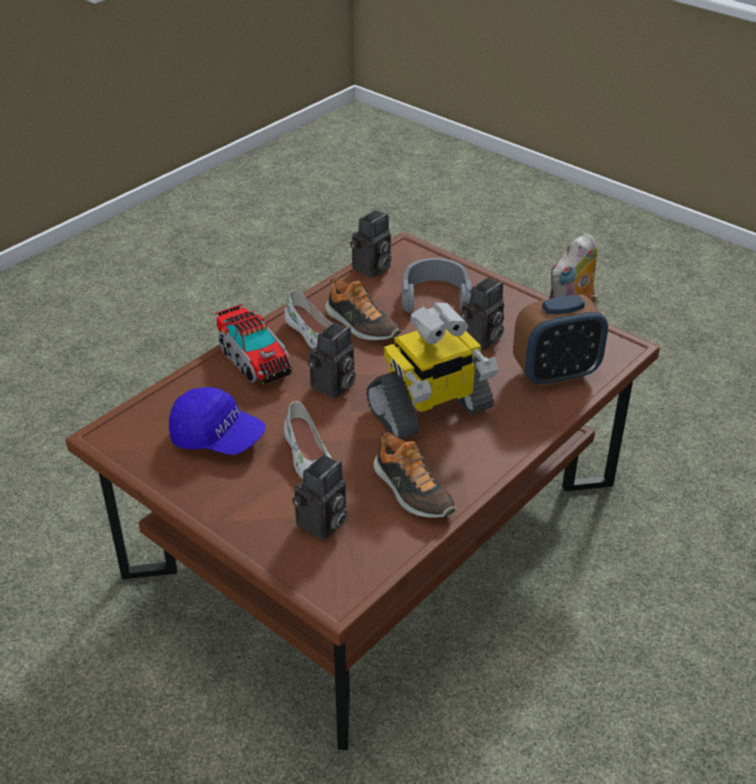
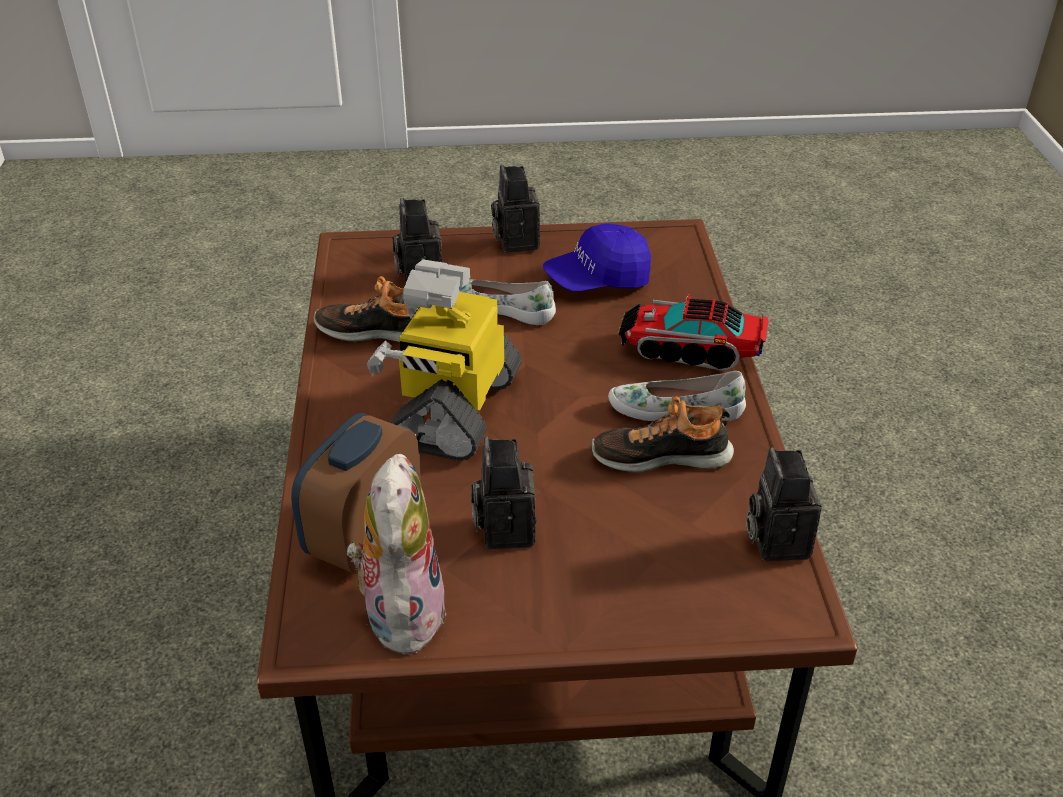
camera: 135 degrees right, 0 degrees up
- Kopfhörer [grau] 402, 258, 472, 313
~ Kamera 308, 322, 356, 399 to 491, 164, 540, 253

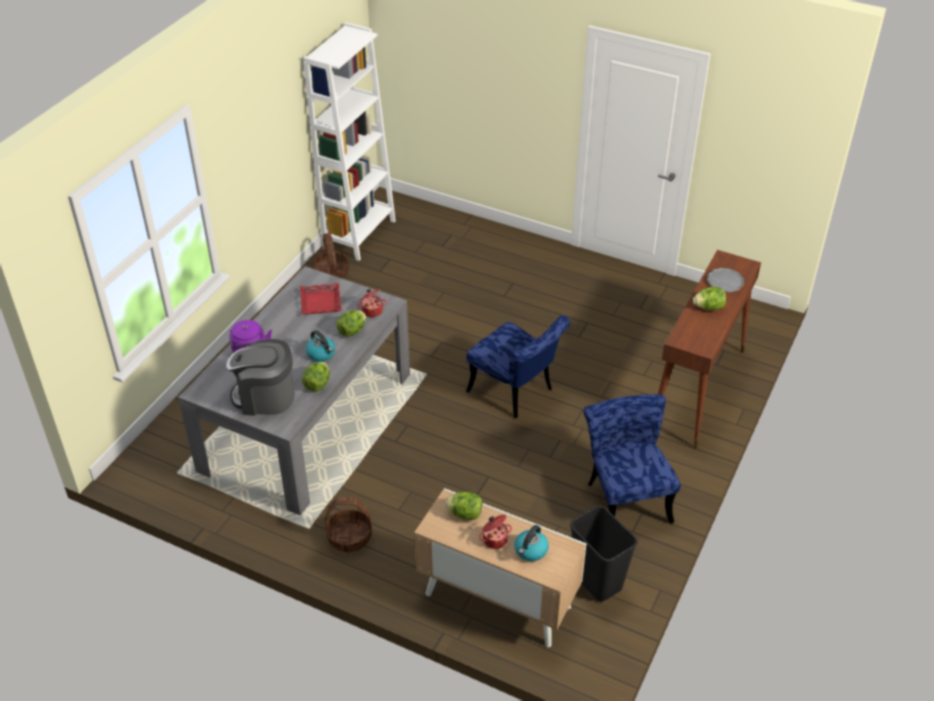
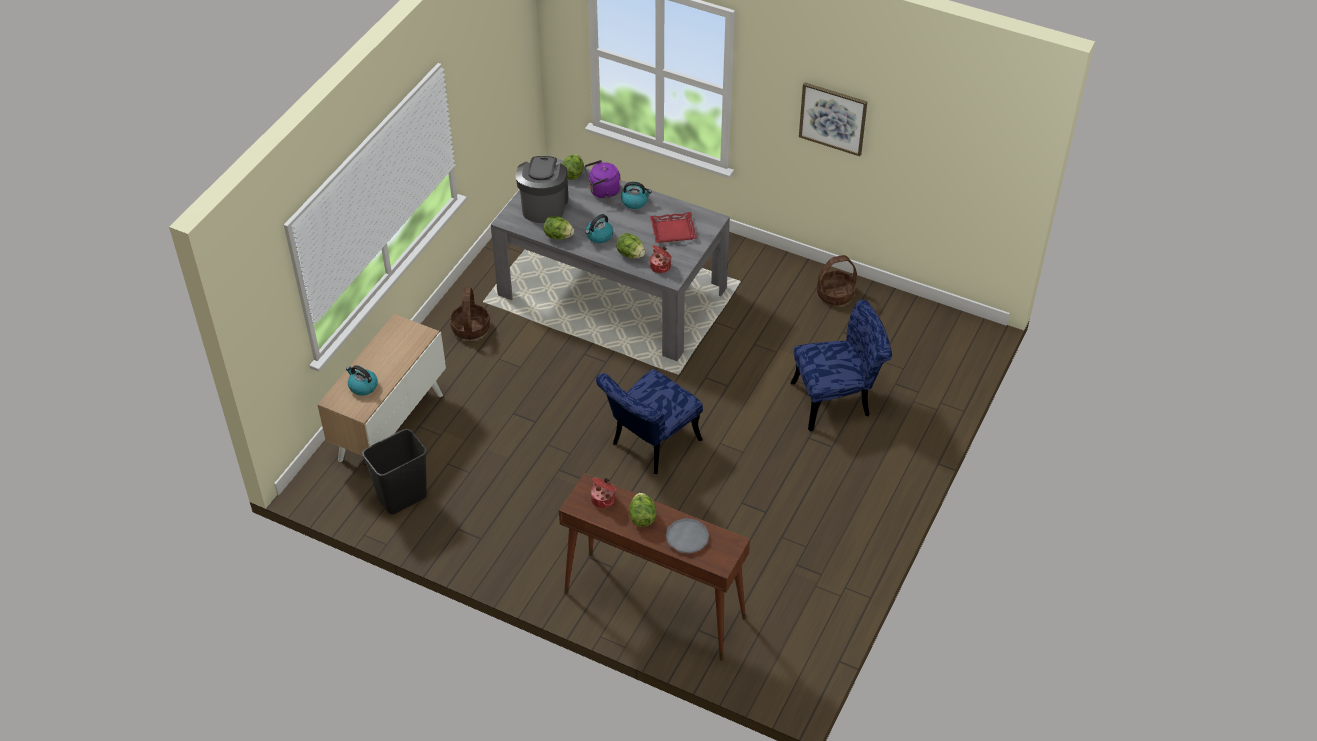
camera: 90 degrees right, 5 degrees up
- Bücherregal [weiß] 303, 22, 396, 261
+ Wasserkessel 621, 182, 652, 209
+ Bild 799, 82, 867, 156
~ Salatkopf 445, 492, 482, 520 to 562, 154, 584, 180
~ Kochtopf 479, 515, 512, 549 to 591, 478, 616, 508
~ Stuhl [blau] 583, 394, 681, 524 to 791, 300, 892, 432

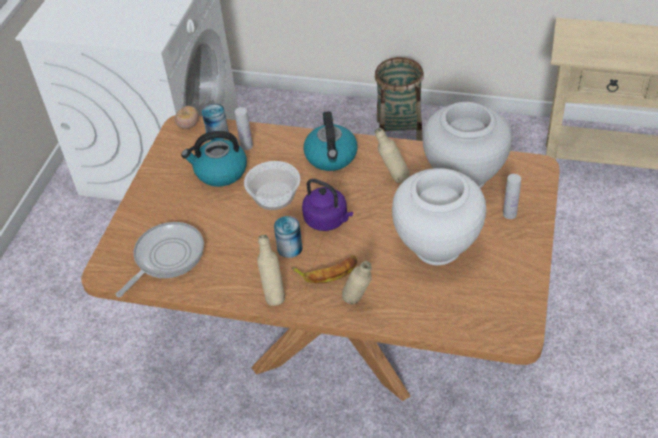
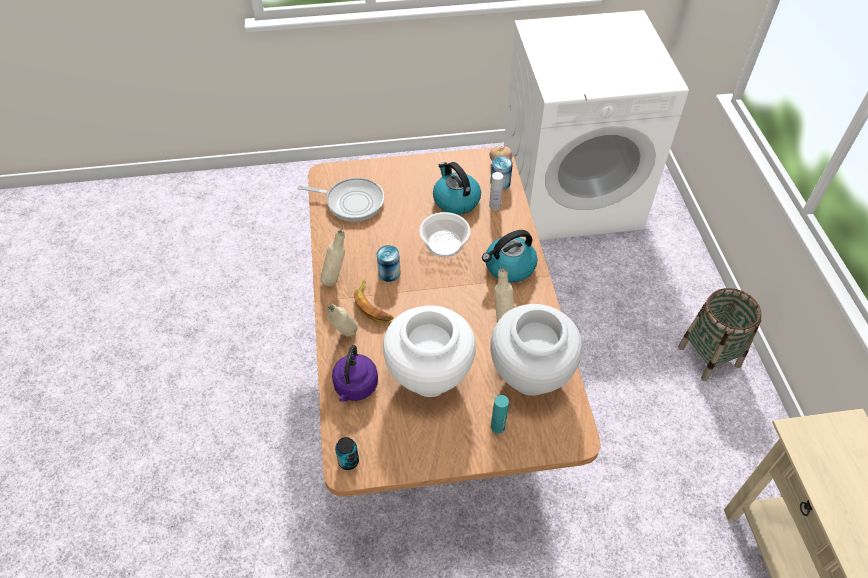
camera: 65 degrees right, 5 degrees up
+ Dose 335, 437, 359, 470
~ Wasserkessel [lila] 302, 179, 353, 231 to 332, 345, 378, 402
~ Flasche [weiß] 503, 174, 521, 219 to Flasche [türkis] 491, 395, 509, 434

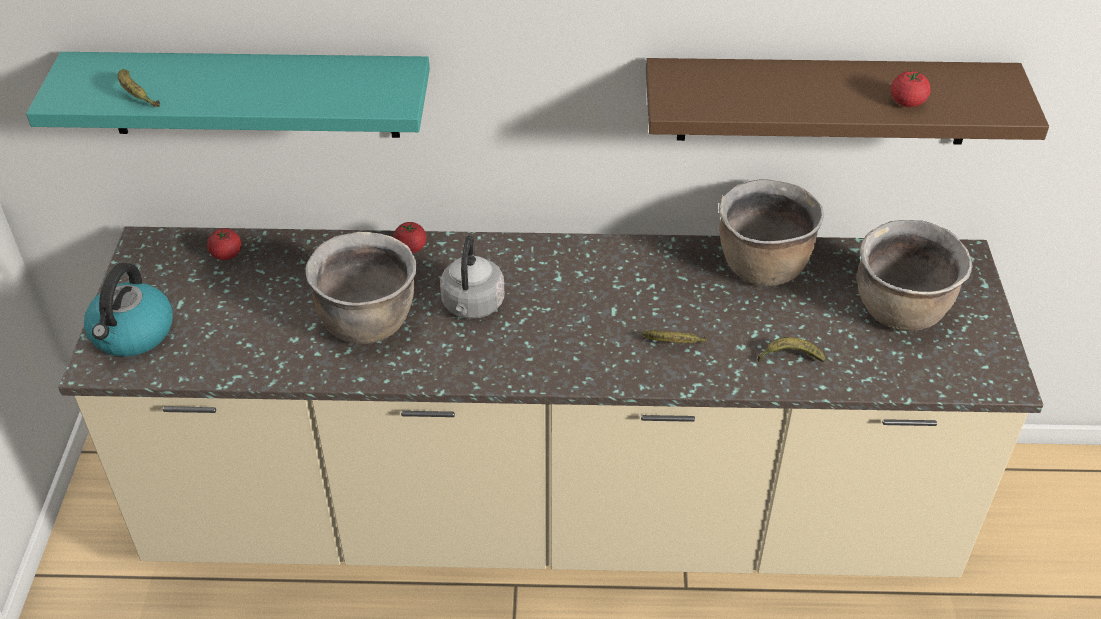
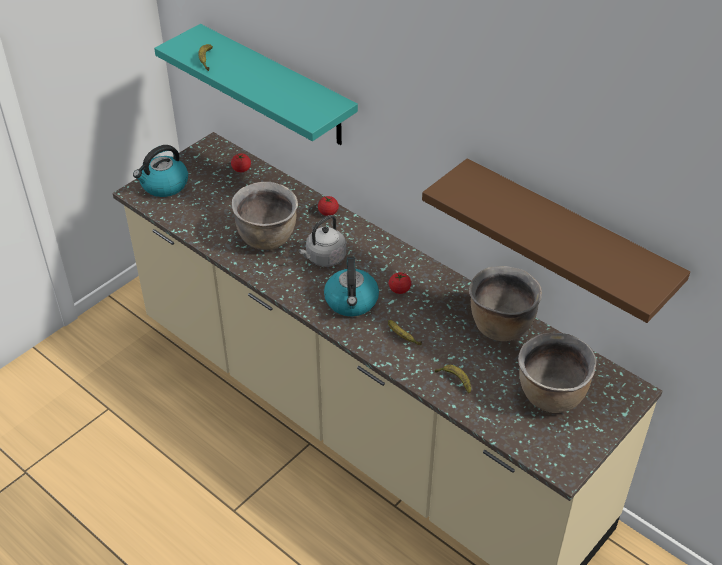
camera: 40 degrees right, 0 degrees up
+ Wasserkessel 324, 256, 379, 316
~ Tomate 891, 70, 931, 107 to 389, 272, 411, 294

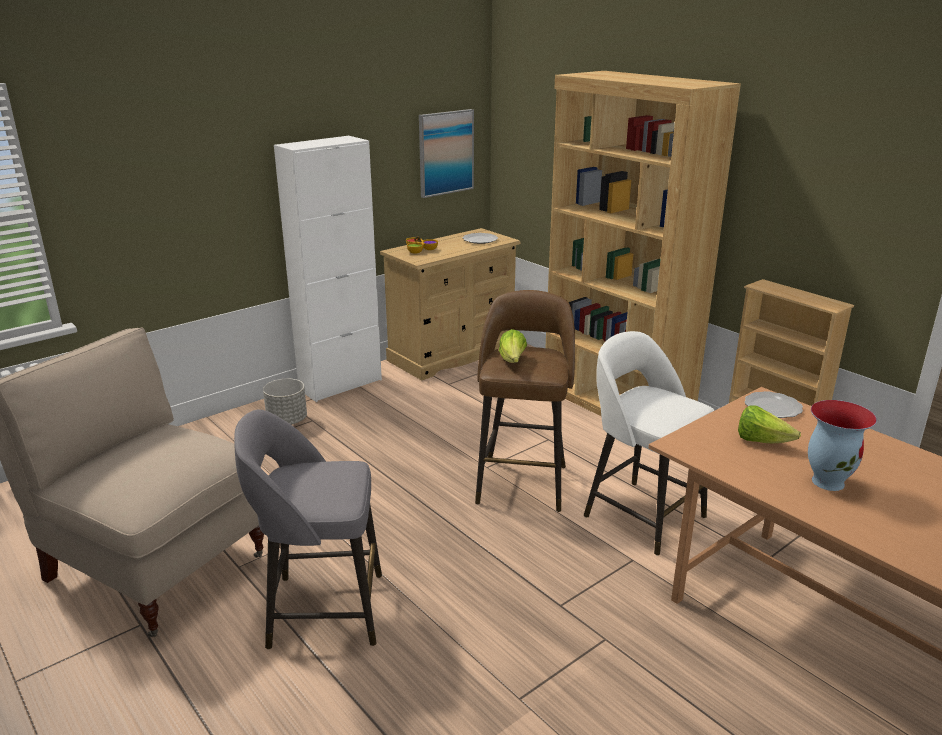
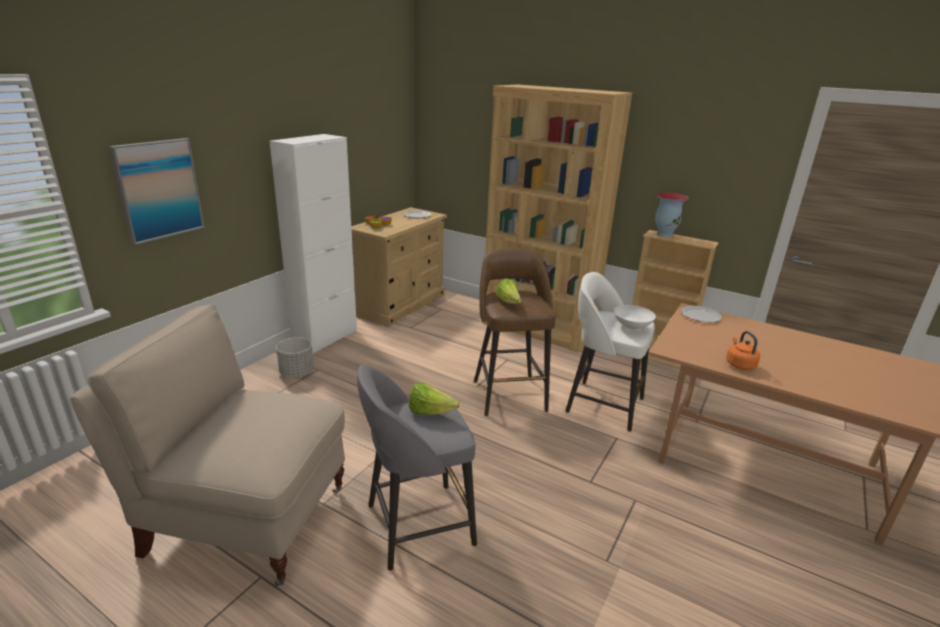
camera: 20 degrees left, 0 degrees up
+ Schüssel [weiß] 614, 305, 656, 330
+ Wasserkessel [orange] 726, 331, 760, 370
~ Bild 419, 109, 474, 198 to 109, 138, 205, 245
~ Salatkopf 738, 406, 801, 443 to 409, 382, 460, 415
~ Vase 808, 400, 877, 491 to 655, 193, 688, 237

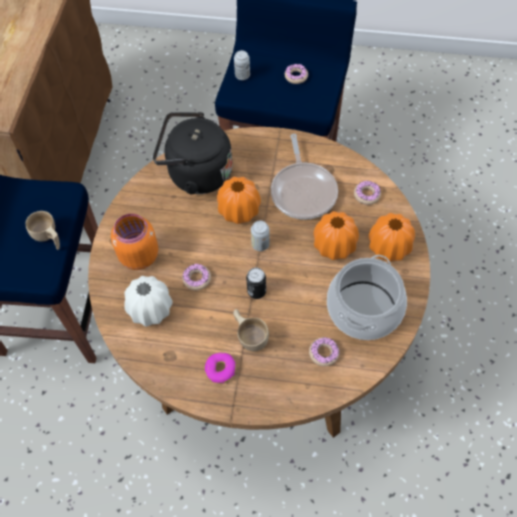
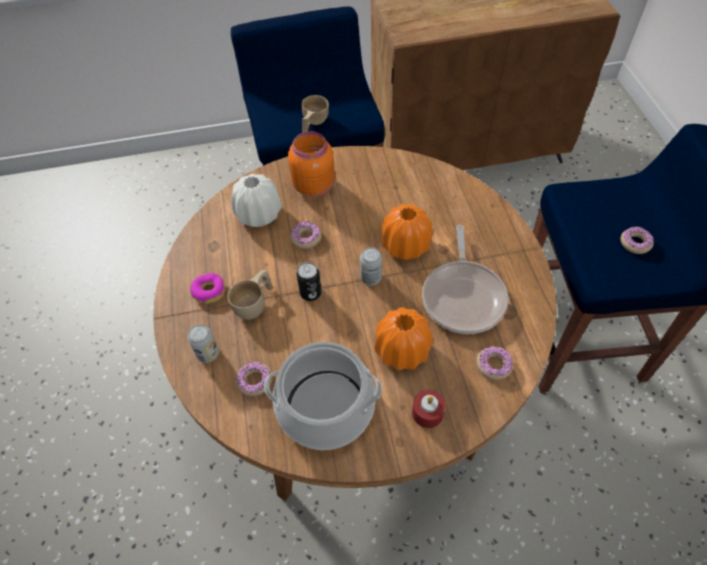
camera: 70 degrees right, 5 degrees down
- Wasserkessel [schwarz] 153, 112, 232, 194
~ Dose 234, 50, 250, 80 to 188, 325, 219, 363
~ Vase [orange] 369, 213, 415, 262 to Kerze [rot] 412, 390, 446, 428
~ Pfanne 271, 134, 338, 220 = 422, 225, 509, 334 60 degrees counterclockwise

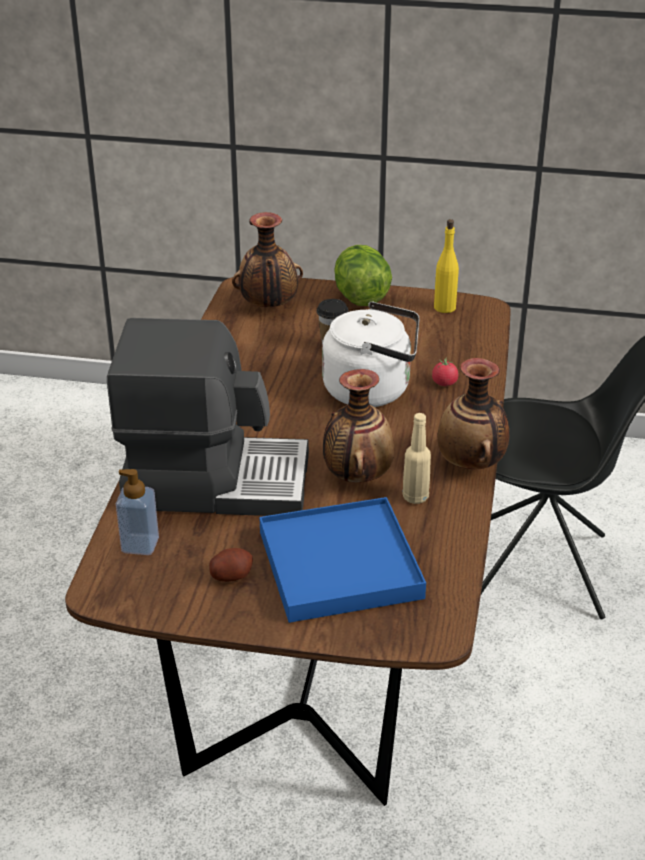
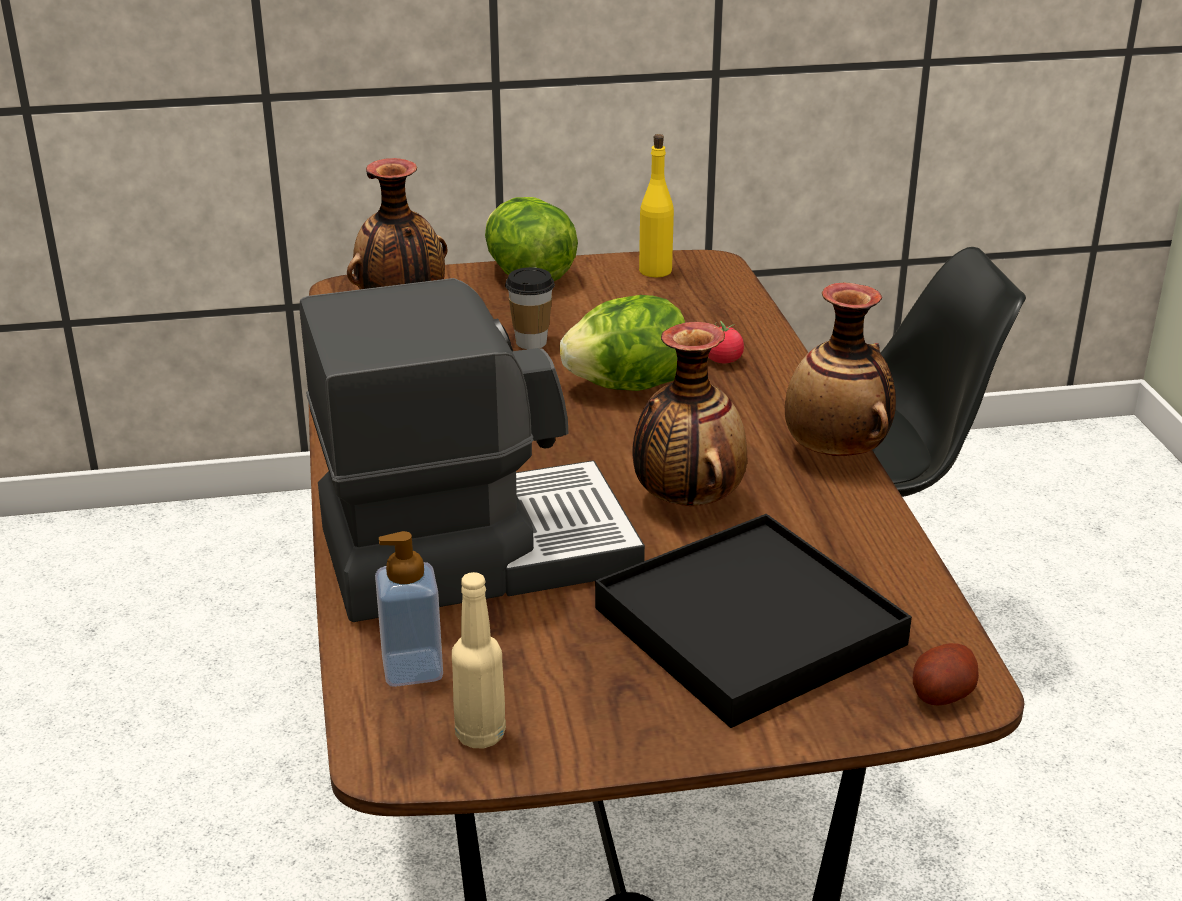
camera: 20 degrees left, 5 degrees down
~ Kartoffel 209, 548, 253, 582 to 913, 643, 979, 706
~ Flasche [beige] 402, 413, 431, 504 to 452, 572, 506, 748
~ Wasserkessel [weiß] 322, 302, 419, 407 to Salatkopf 560, 295, 685, 391
~ Tablett [blau] 259, 497, 426, 623 to Tablett [schwarz] 595, 514, 912, 728

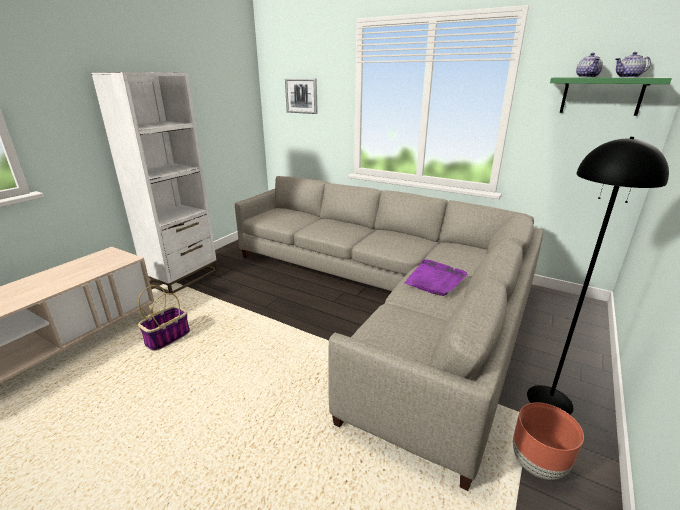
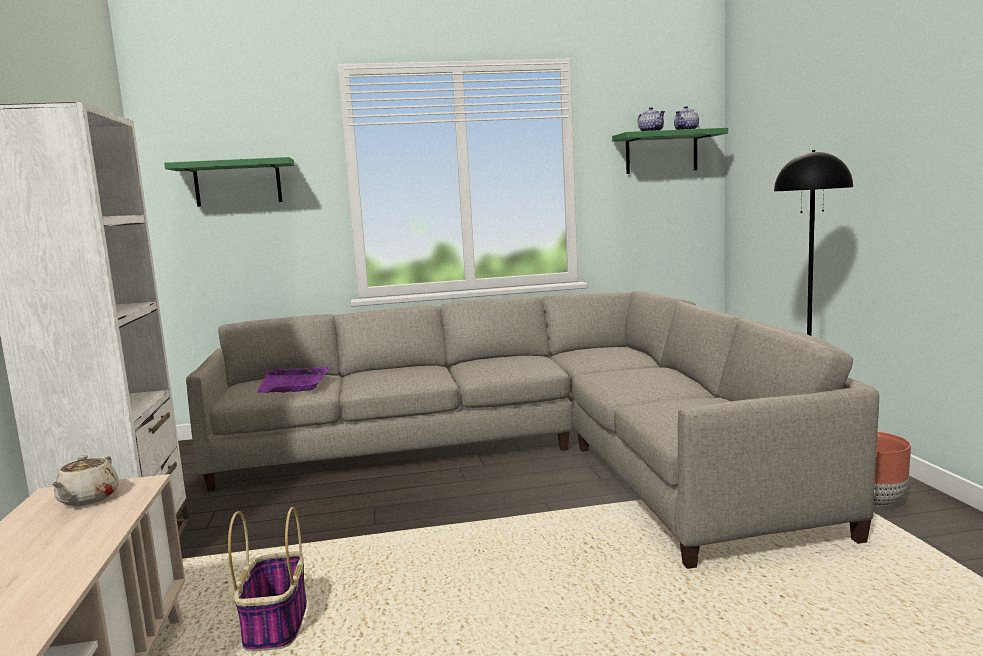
camera: 40 degrees left, 15 degrees down
+ Teekanne [beige] 51, 455, 119, 506
~ Tablett [lila] 405, 259, 468, 296 to 257, 366, 329, 393
~ Bild 285, 78, 318, 114 to Wandregal [grün] 164, 157, 294, 207

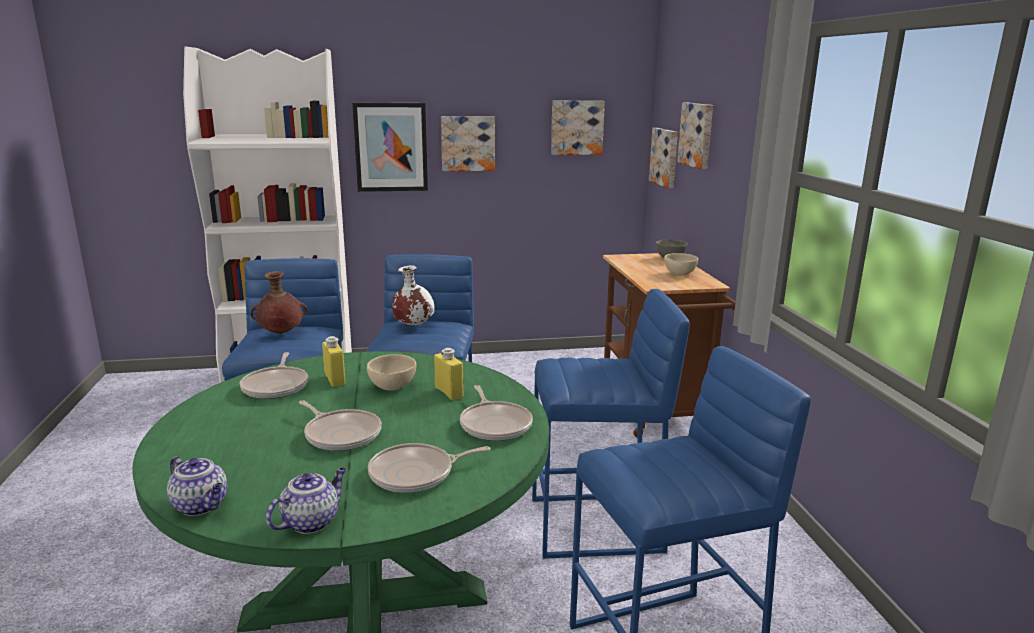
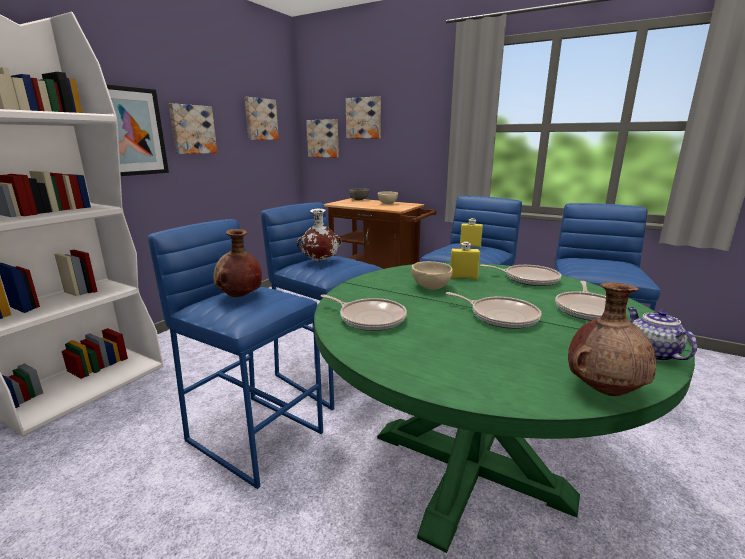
camera: 50 degrees left, 0 degrees up
~ Flasche [gelb] 322, 336, 346, 387 to 460, 218, 483, 247
~ Teekanne 167, 456, 227, 516 to Vase [braun] 568, 282, 656, 396
~ Pfanne 299, 400, 382, 451 = 446, 292, 542, 329 45 degrees clockwise

